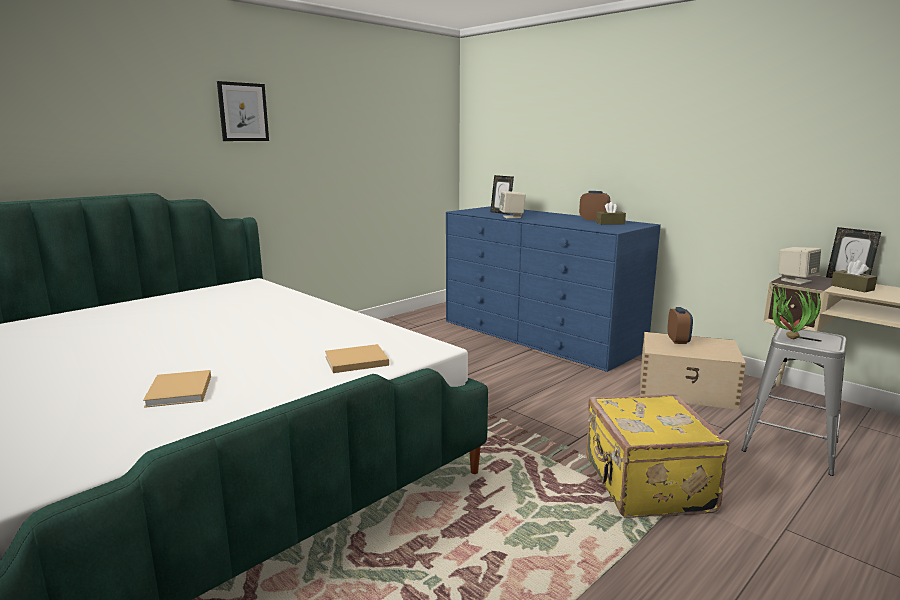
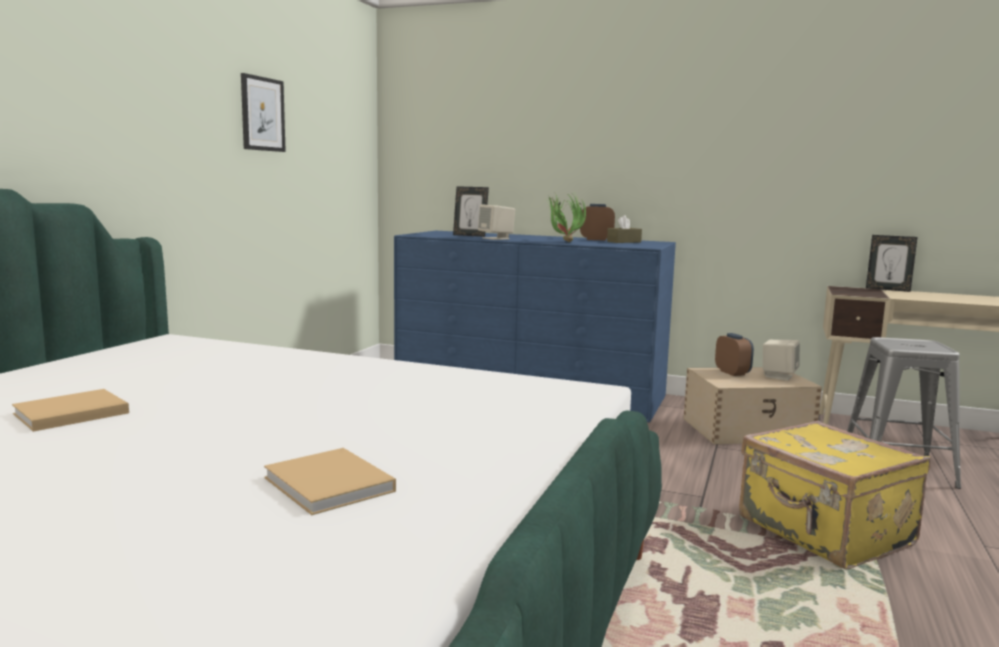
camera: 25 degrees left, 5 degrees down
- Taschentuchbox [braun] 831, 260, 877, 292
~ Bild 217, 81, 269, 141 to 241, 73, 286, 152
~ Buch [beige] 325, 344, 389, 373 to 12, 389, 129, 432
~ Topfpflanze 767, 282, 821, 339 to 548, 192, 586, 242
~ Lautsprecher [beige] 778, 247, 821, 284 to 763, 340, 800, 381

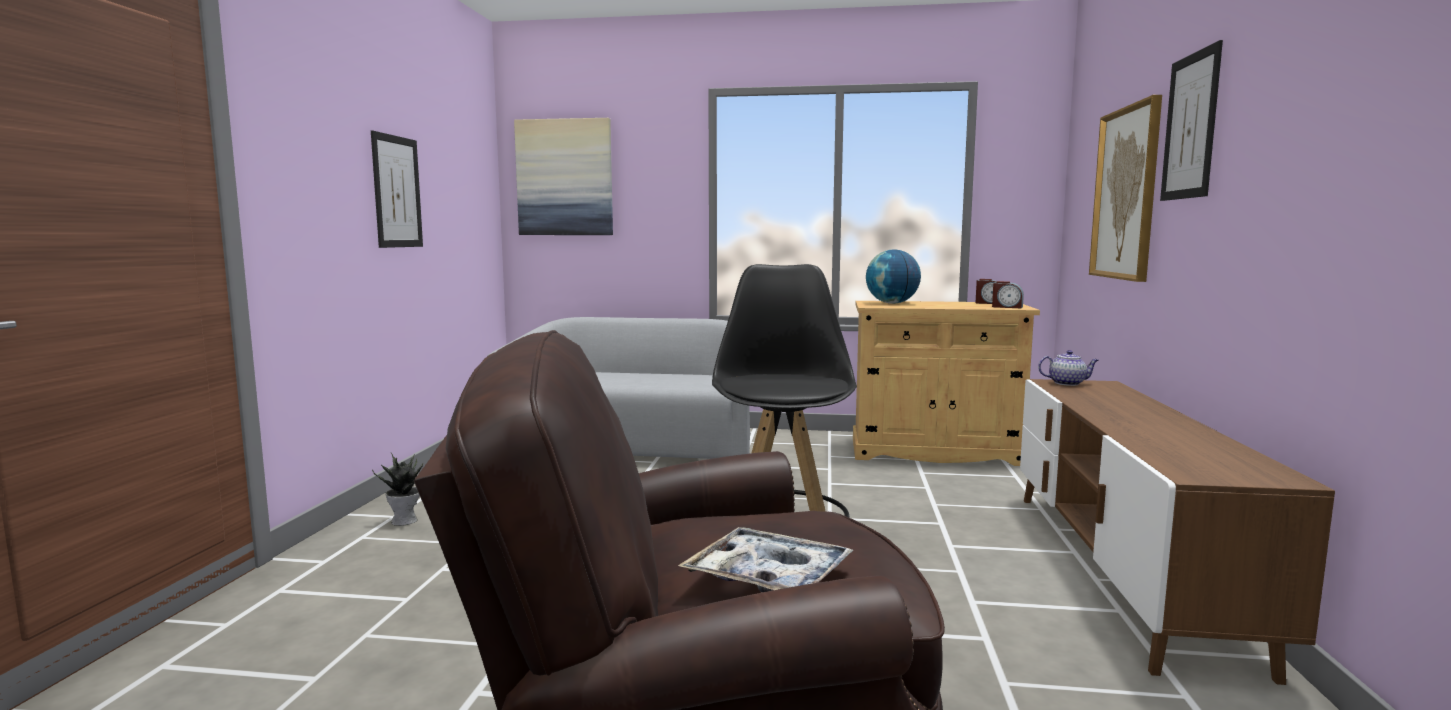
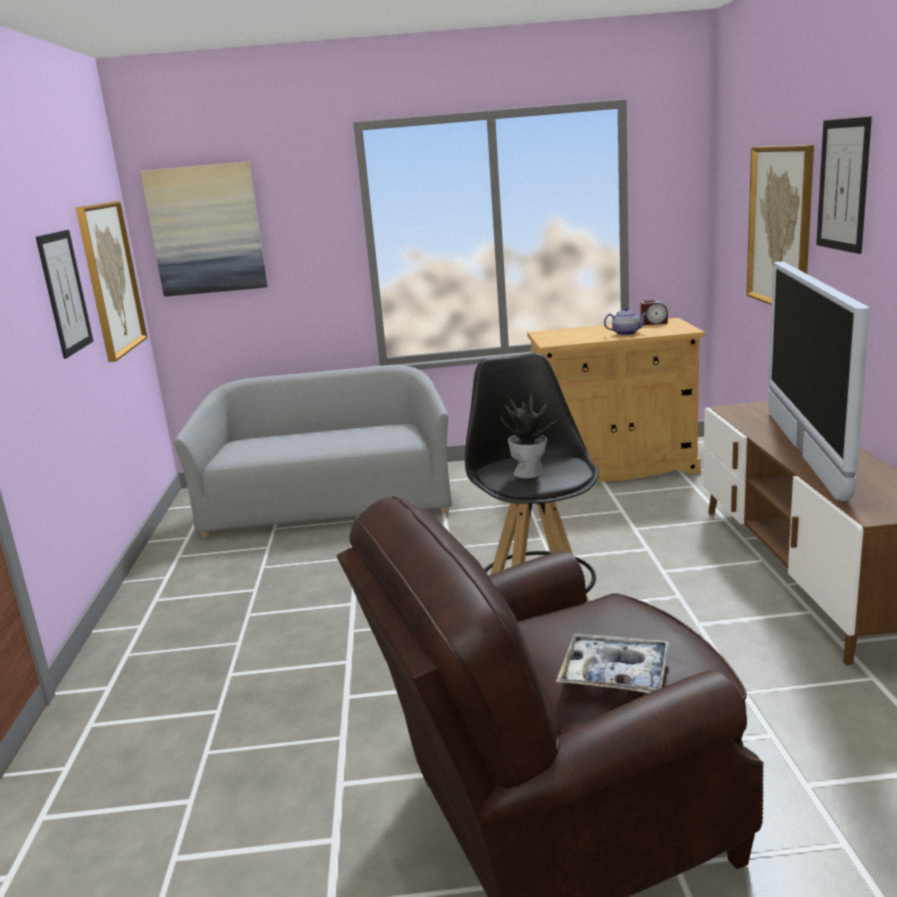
camera: 10 degrees left, 10 degrees up
- Globus 866, 249, 921, 304
- Wecker 992, 281, 1024, 308
+ Bild 76, 201, 148, 362
+ Fernseher 768, 262, 870, 501
~ Topfpflanze 372, 453, 423, 526 to 501, 394, 560, 479
~ Teekanne 1038, 350, 1099, 386 to 604, 307, 648, 335

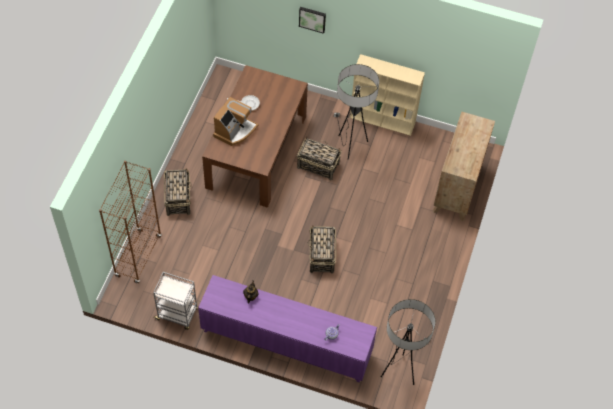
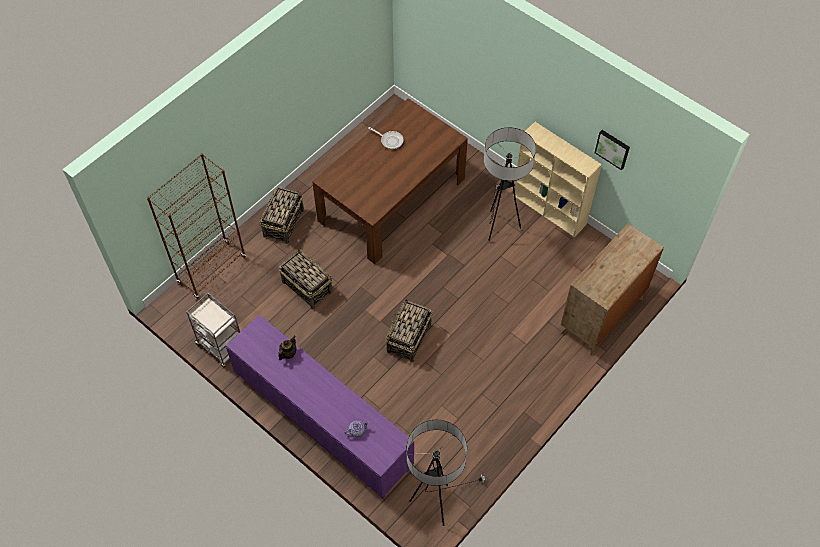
camera: 25 degrees right, 0 degrees up
- Kaffeemaschine 213, 97, 258, 146
~ Korb 297, 137, 342, 180 to 278, 249, 332, 309
~ Bild 299, 7, 326, 34 to 595, 130, 630, 170

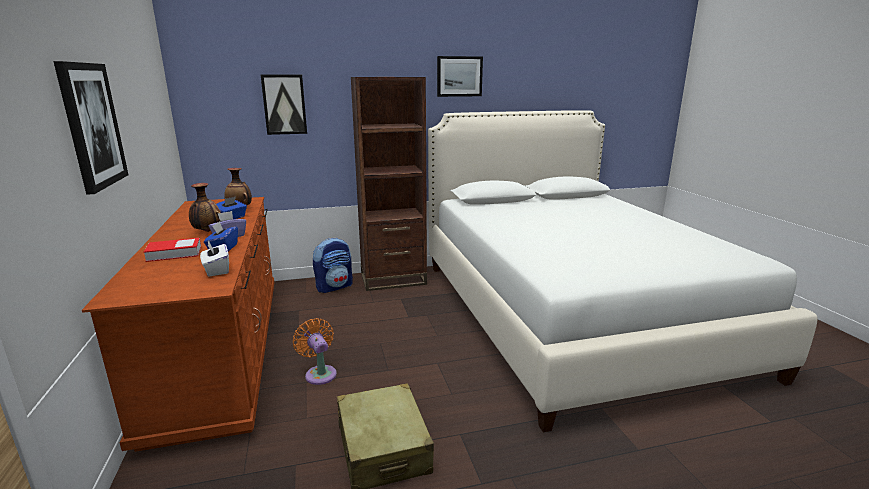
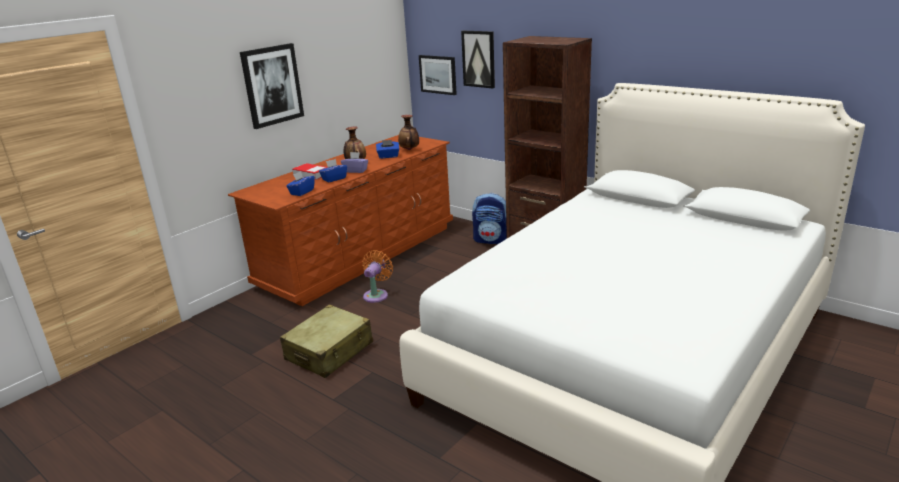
camera: 55 degrees right, 5 degrees up
~ Bild 437, 56, 483, 97 to 419, 55, 457, 95
~ Taschentuchbox [weiß] 200, 240, 229, 276 to Taschentuchbox [blau] 286, 171, 315, 196

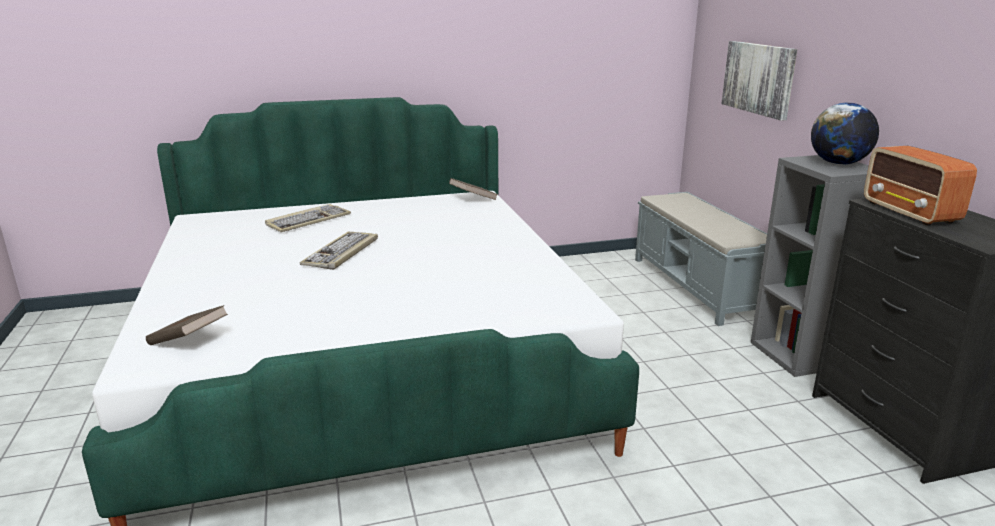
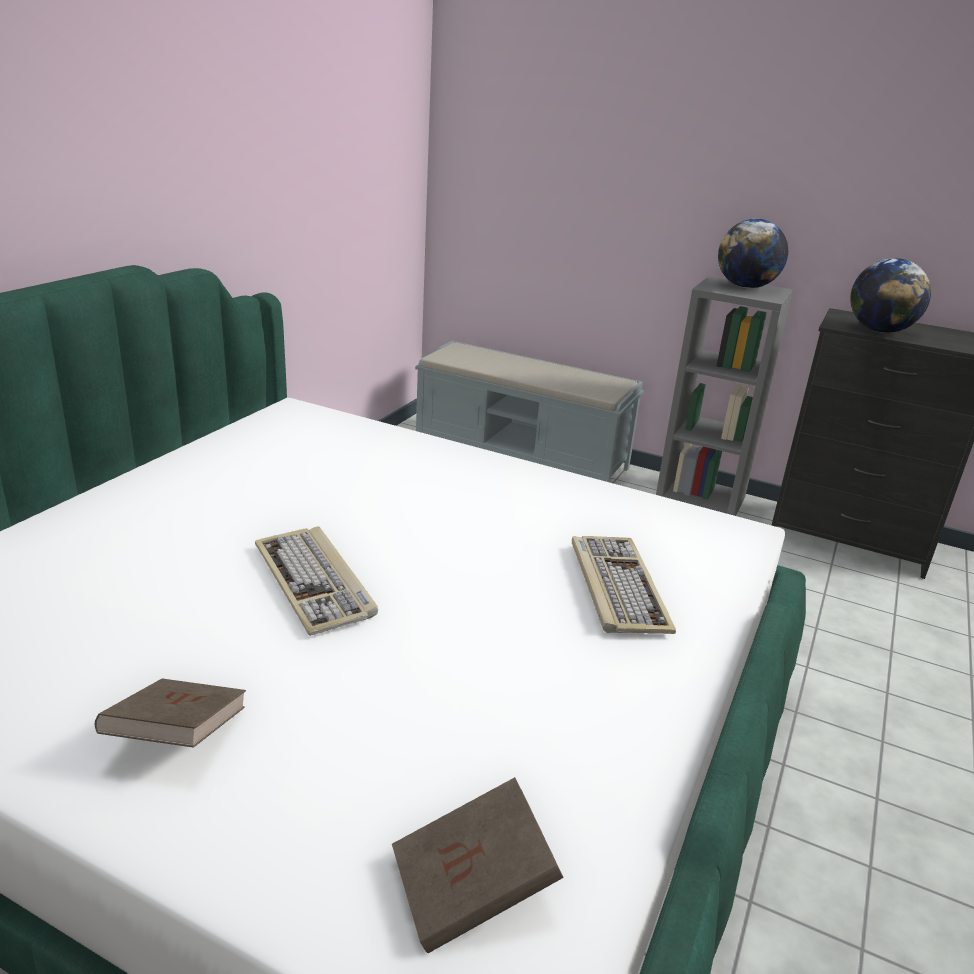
camera: 50 degrees left, 5 degrees up
- Bild 721, 41, 797, 121
~ Tastatur 265, 204, 351, 232 to 572, 536, 676, 634
~ Buch [braun] 449, 178, 498, 200 to 95, 678, 246, 748
~ Radio 864, 146, 977, 226 to Globus 850, 258, 931, 333

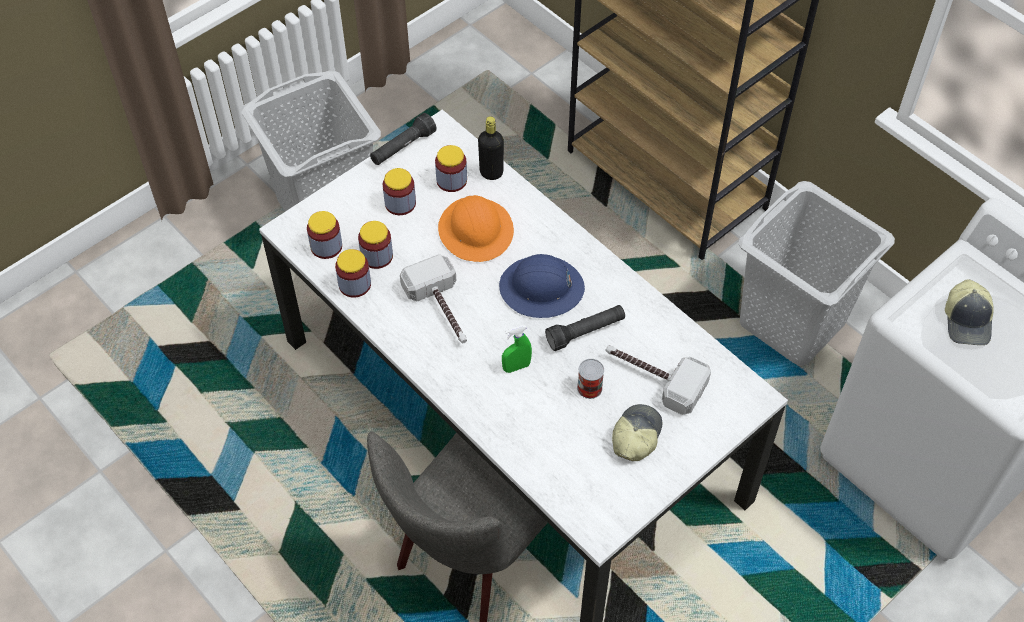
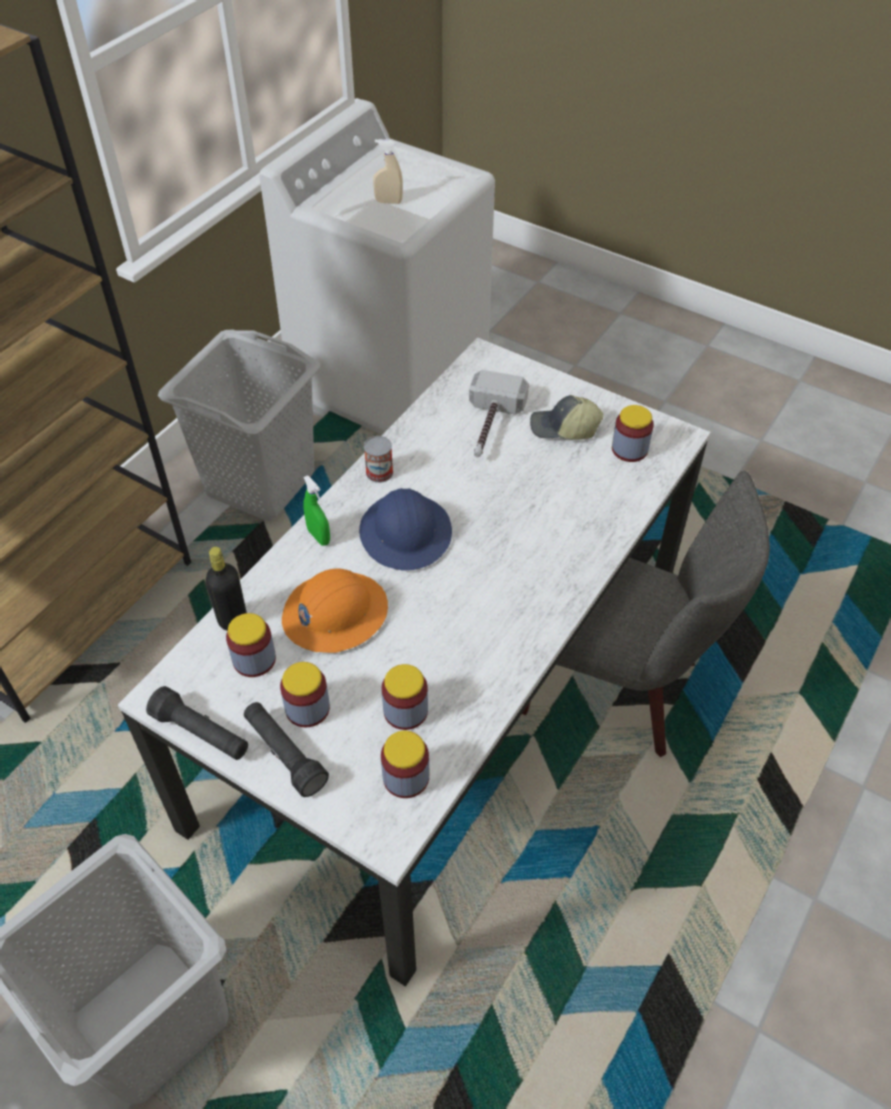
camera: 105 degrees left, 5 degrees down
- Hammer 400, 254, 467, 343
~ Vorratsglas 335, 249, 371, 298 to 612, 405, 654, 462
~ Sprühflasche [grün] 502, 325, 532, 373 to 303, 475, 330, 546
~ Taschenlampe [schwarz] 545, 305, 625, 351 to 244, 702, 329, 797
~ Dose 577, 359, 604, 399 to 364, 436, 393, 483
~ Kappe 945, 279, 993, 345 to Sprühflasche [beige] 373, 139, 403, 204

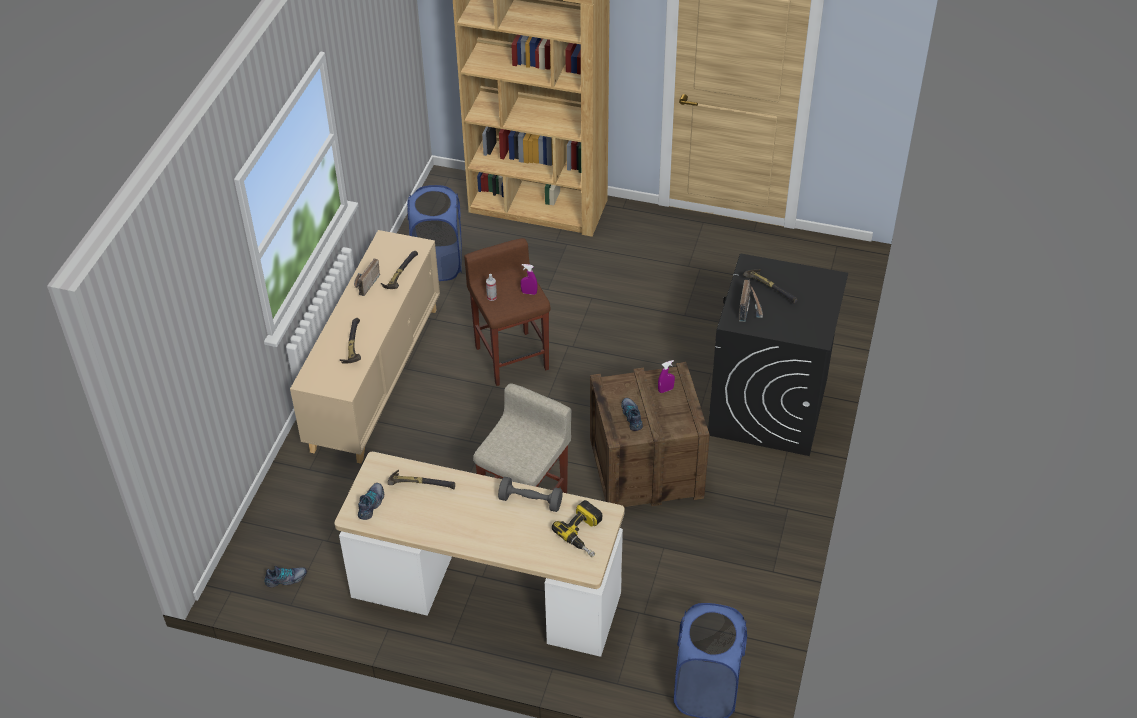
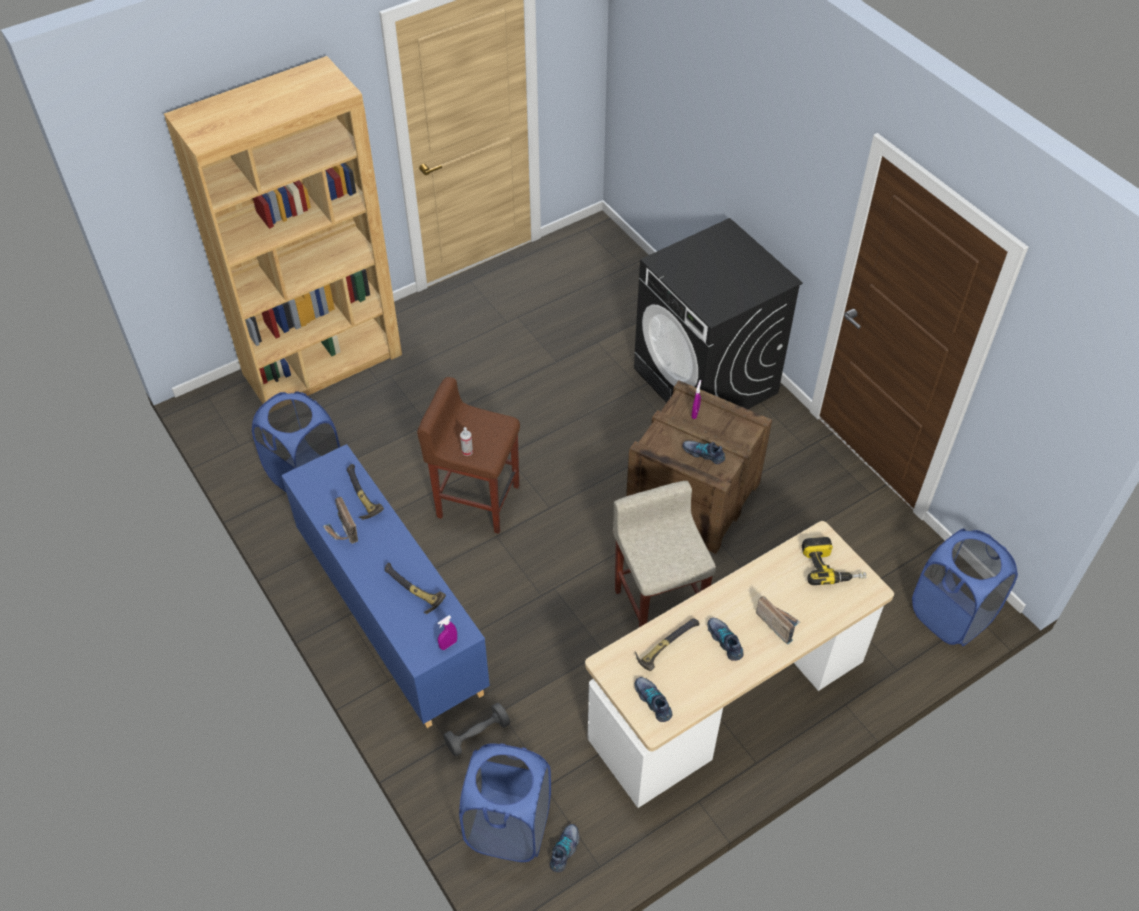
camera: 50 degrees left, 5 degrees up
- Hammer 743, 269, 798, 304
+ Wäschekorb [blau] 459, 743, 551, 862
+ Schuh 707, 618, 744, 661
~ Hantel [grau] 498, 477, 563, 512 to 443, 703, 510, 756
~ Sprühflasche [lila] 520, 264, 537, 295 to 437, 615, 457, 650
~ Radio 739, 280, 763, 322 to 756, 596, 800, 645
~ Schrank [beige] 290, 230, 440, 464 to Schrank [blau] 281, 444, 490, 728

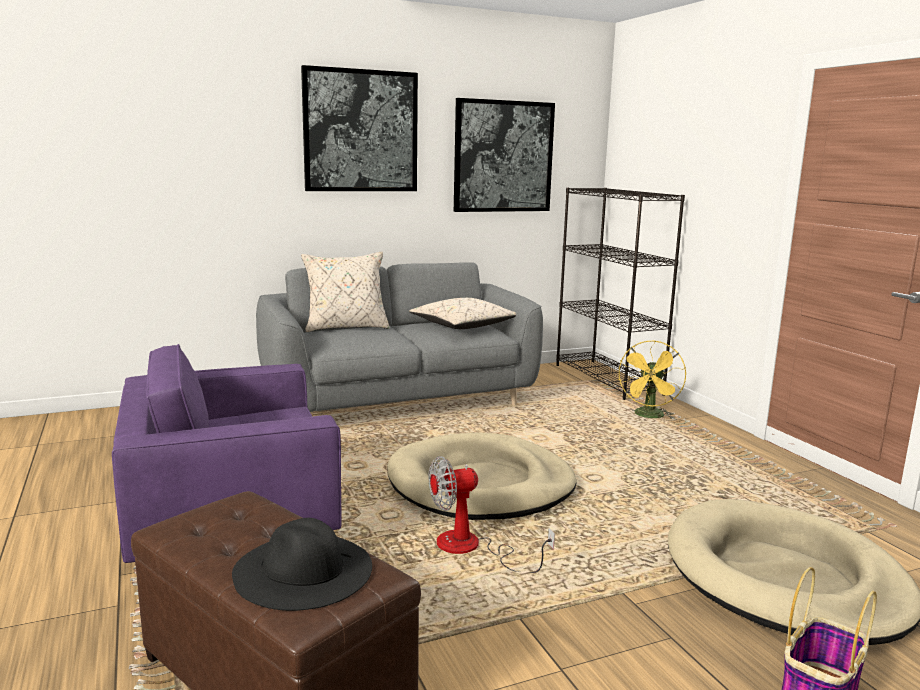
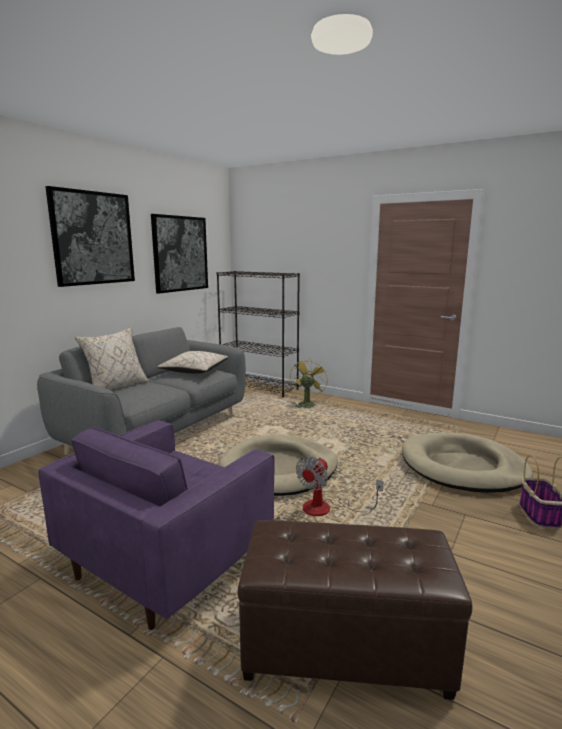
camera: 35 degrees left, 0 degrees up
- Hut [schwarz] 232, 518, 372, 611
~ Ventilator [gelb] 618, 341, 686, 419 = 290, 358, 328, 408 150 degrees counterclockwise

